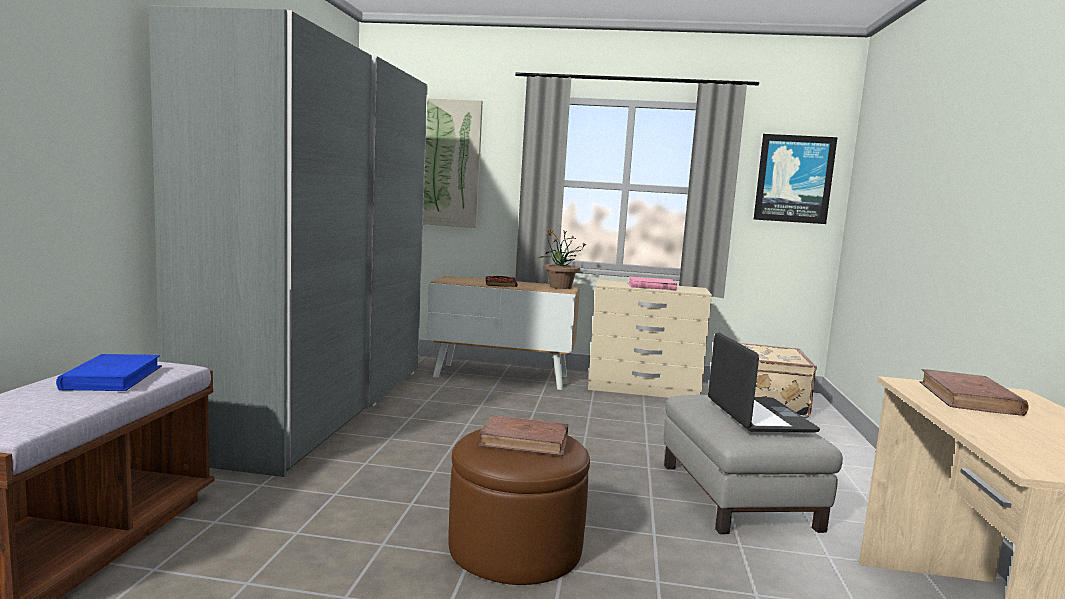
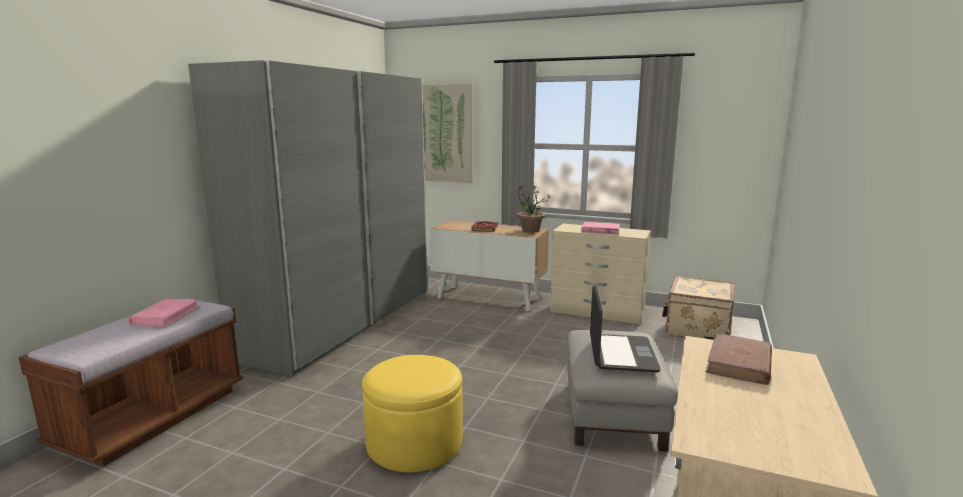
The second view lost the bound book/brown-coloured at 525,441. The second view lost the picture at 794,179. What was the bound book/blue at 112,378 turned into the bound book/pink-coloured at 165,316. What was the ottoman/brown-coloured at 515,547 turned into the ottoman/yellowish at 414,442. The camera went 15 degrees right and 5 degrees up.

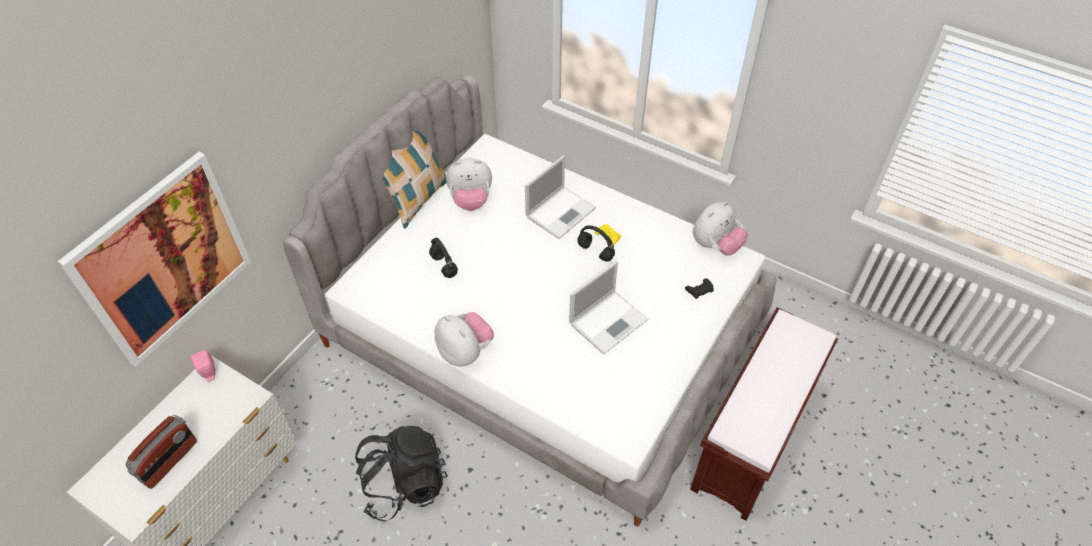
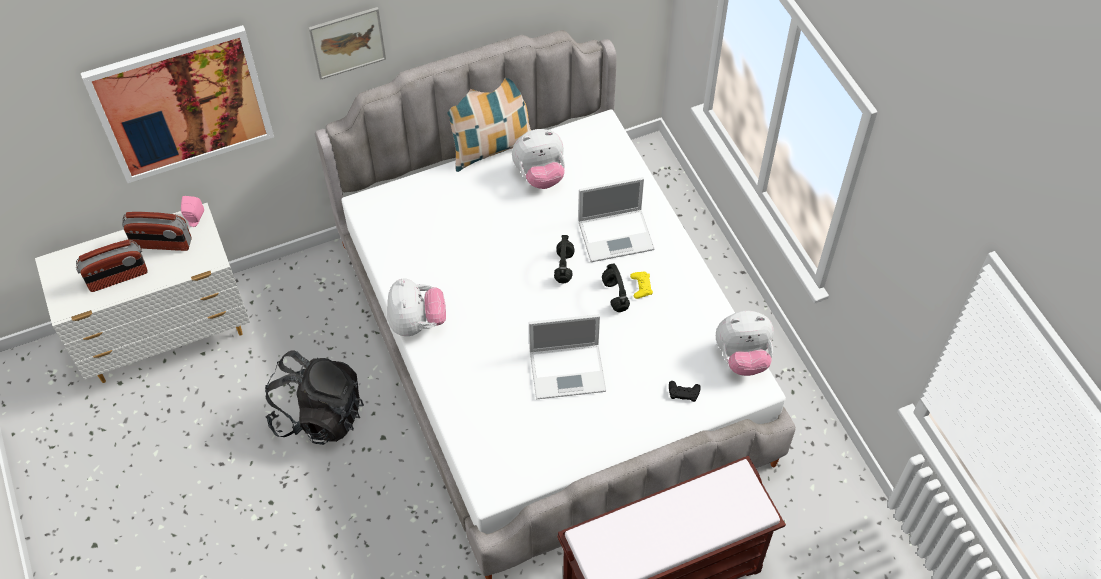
The second view gained the radio receiver at 162,244. The second view gained the picture at 347,42. The headset/blackish ended up elsewhere, having gone from 444,266 to 564,267. The soft toy at 471,200 ended up facing another way, 45 degrees counterclockwise from before. The camera went 35 degrees right and 5 degrees up.

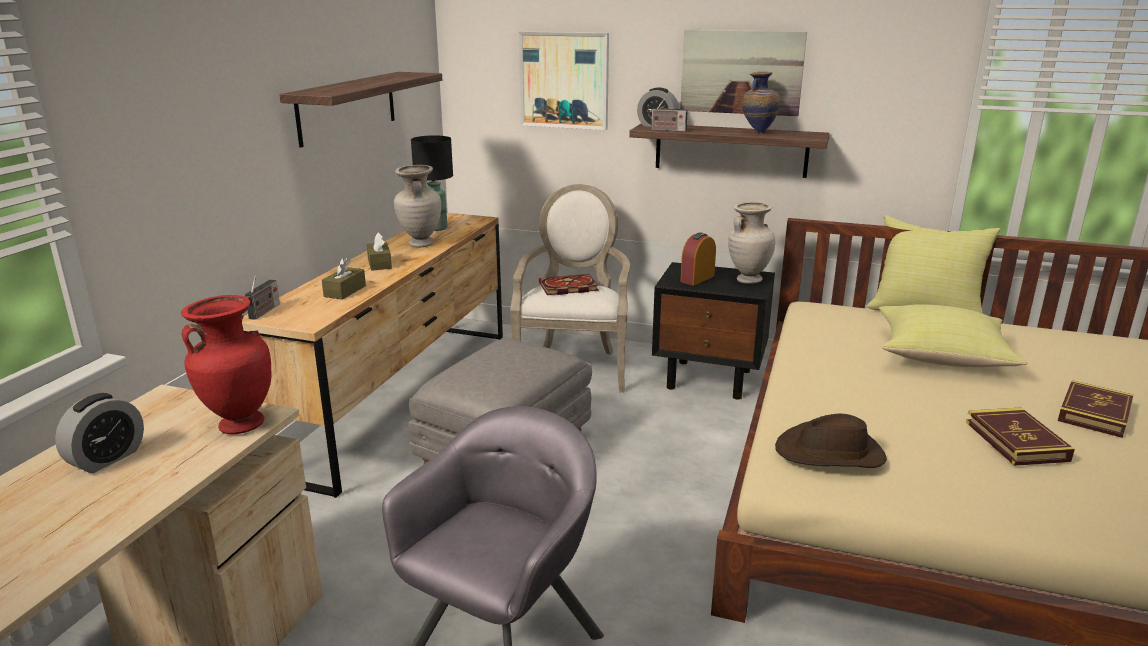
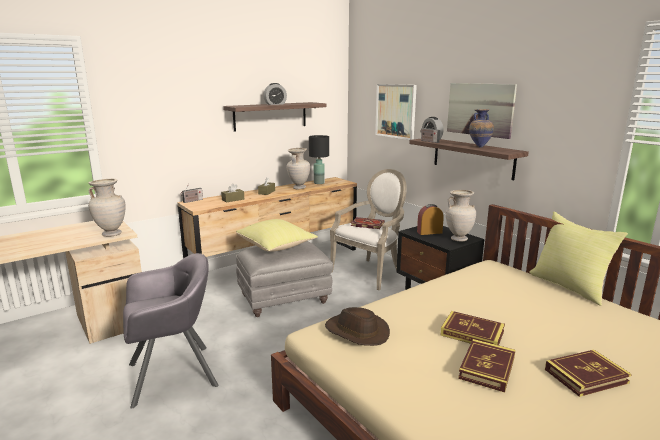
The second view gained the bound book at 472,333. The table clock ended up elsewhere, having gone from 107,458 to 275,104. The throw pillow/yellowish ended up elsewhere, having gone from 942,357 to 277,247. What was the flower vase/reddish at 240,425 turned into the flower vase/beige-coloured at 111,234. The camera went 35 degrees right and 5 degrees down.

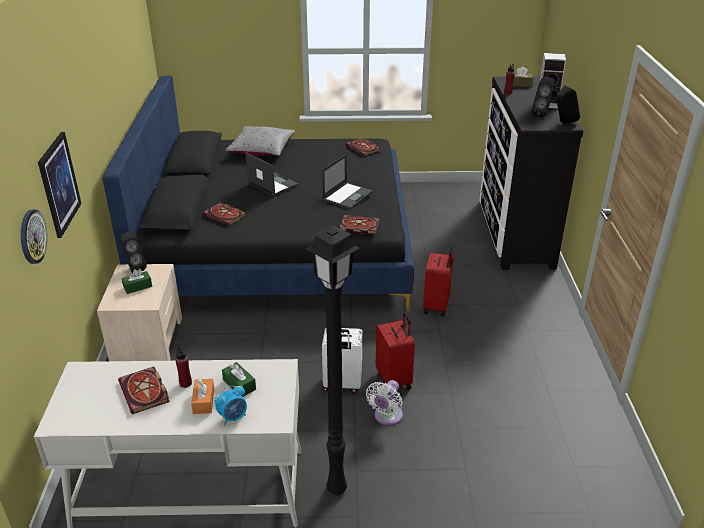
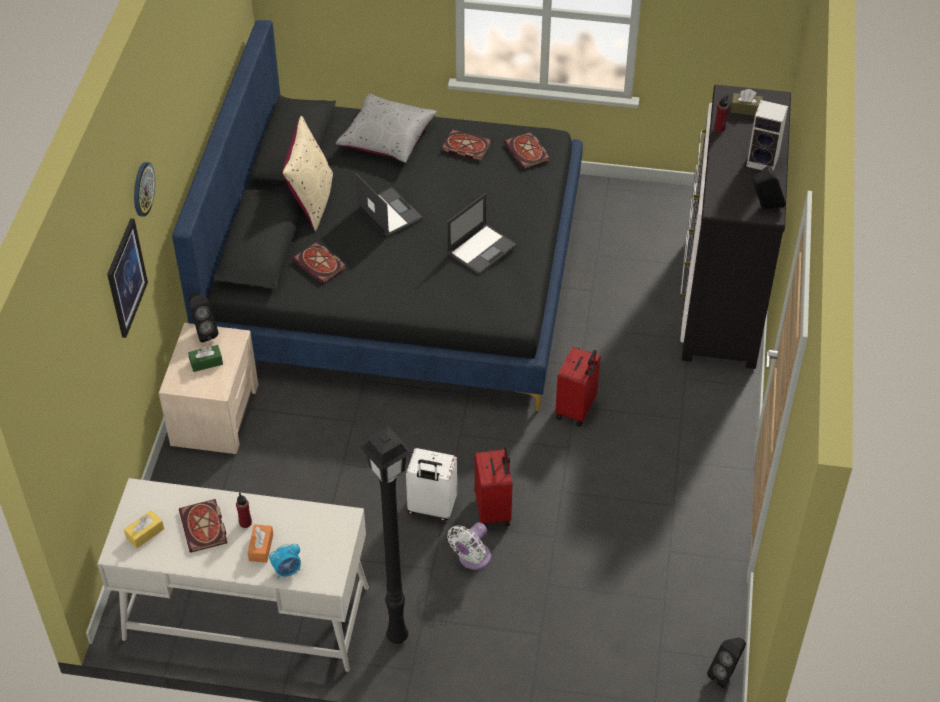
The second view lost the box of tissues/green at 239,385. The second view gained the box of tissues/yellowish at 145,533. The second view gained the throw pillow/beige-coloured at 311,200. The hanging clock ended up elsewhere, having gone from 32,236 to 142,189. The bound book ended up elsewhere, having gone from 358,226 to 465,147. The audio speaker/blackish ended up elsewhere, having gone from 542,114 to 725,674. The camera went 10 degrees right and 15 degrees up.

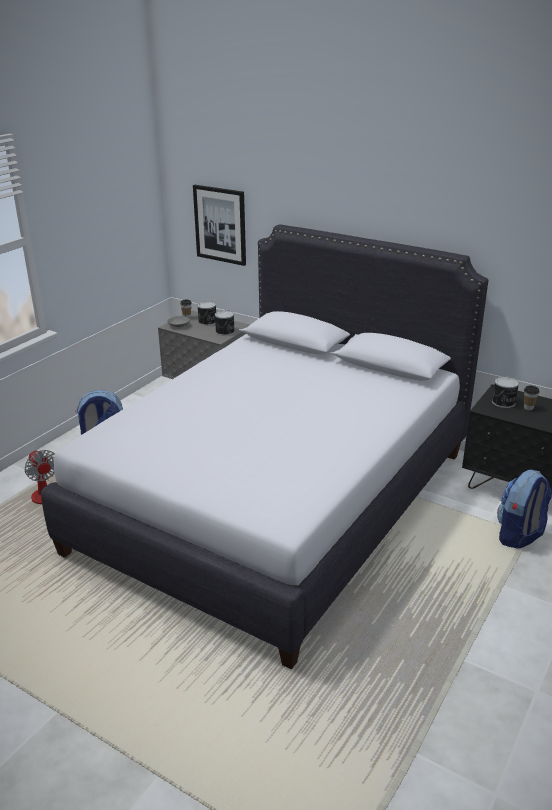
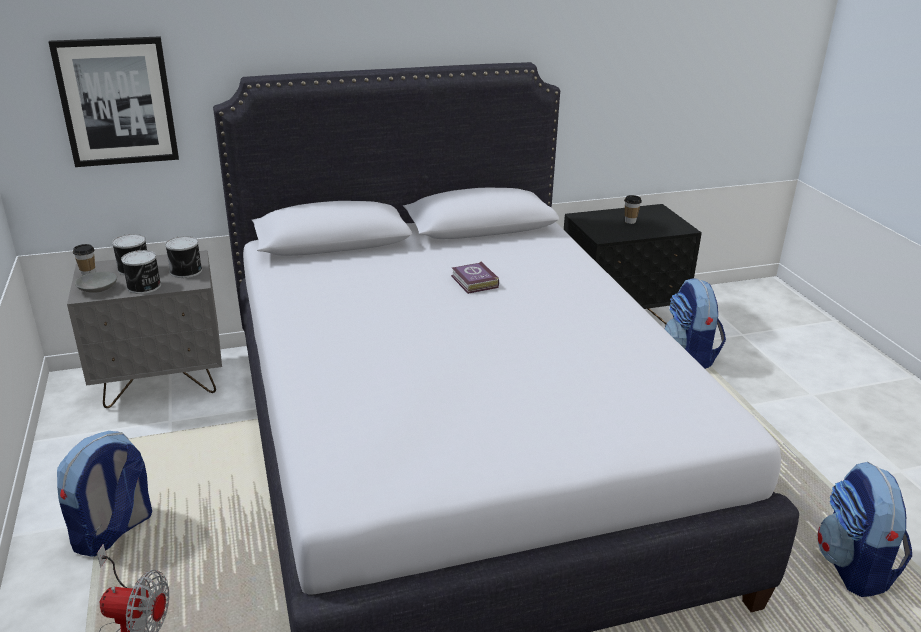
The second view gained the bound book at 474,282. The second view gained the rucksack at 853,567. The can ended up elsewhere, having gone from 503,402 to 144,286. The camera went 50 degrees left and 0 degrees up.

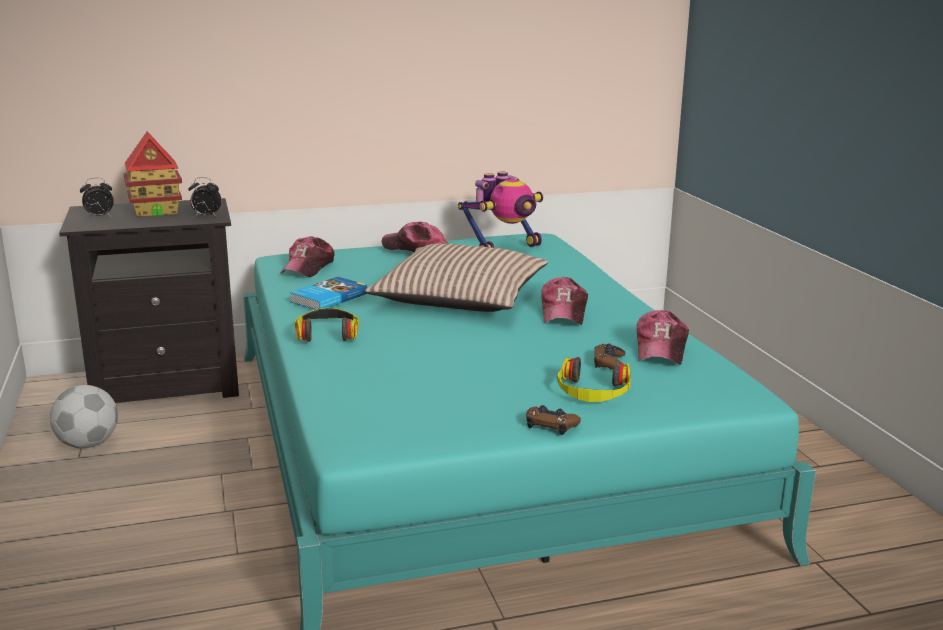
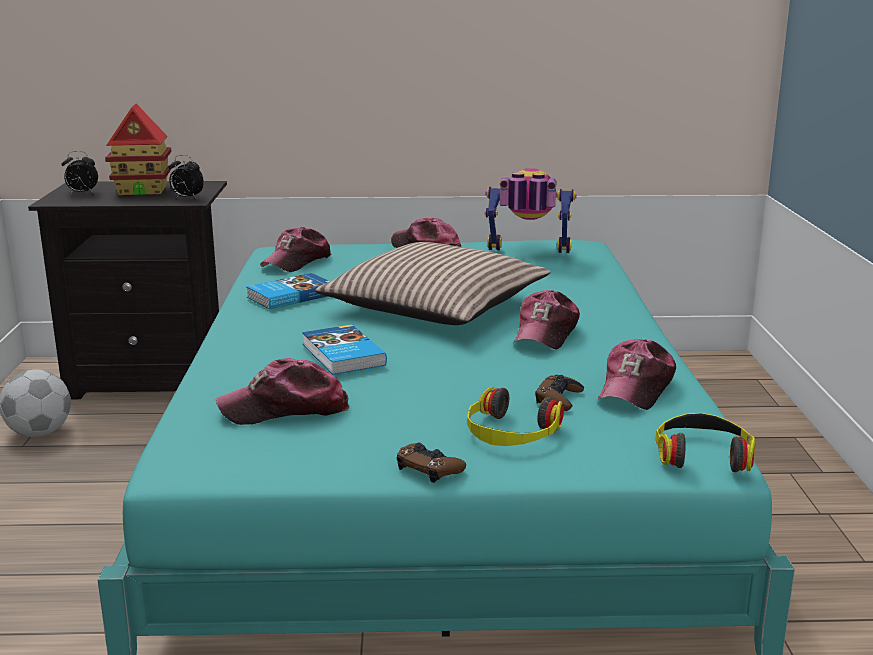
The second view gained the baseball cap at 285,409. The second view gained the bound book at 342,355. The headset ended up elsewhere, having gone from 327,333 to 703,454. The robot figure at 504,248 ended up facing another way, 150 degrees counterclockwise from before. The camera went 15 degrees right and 0 degrees up.

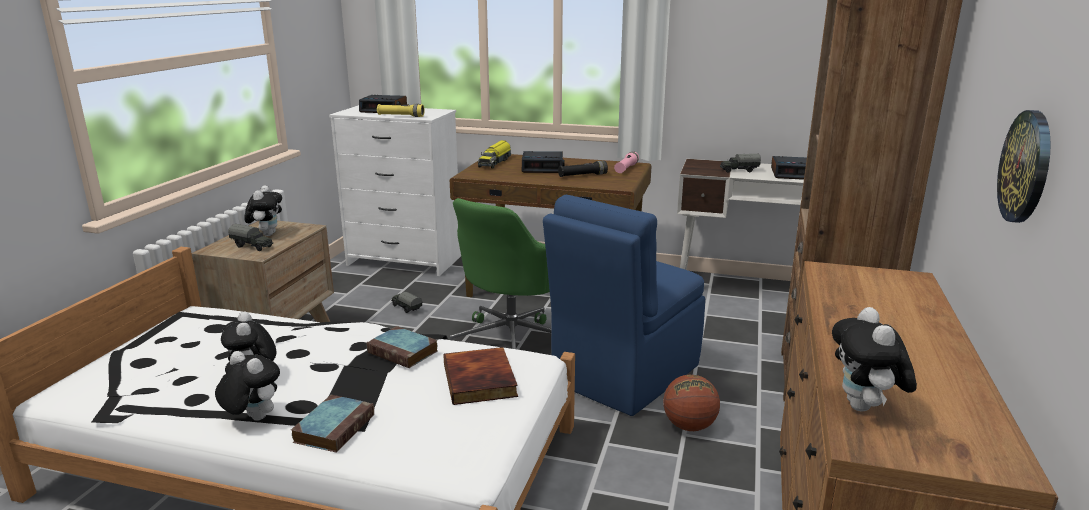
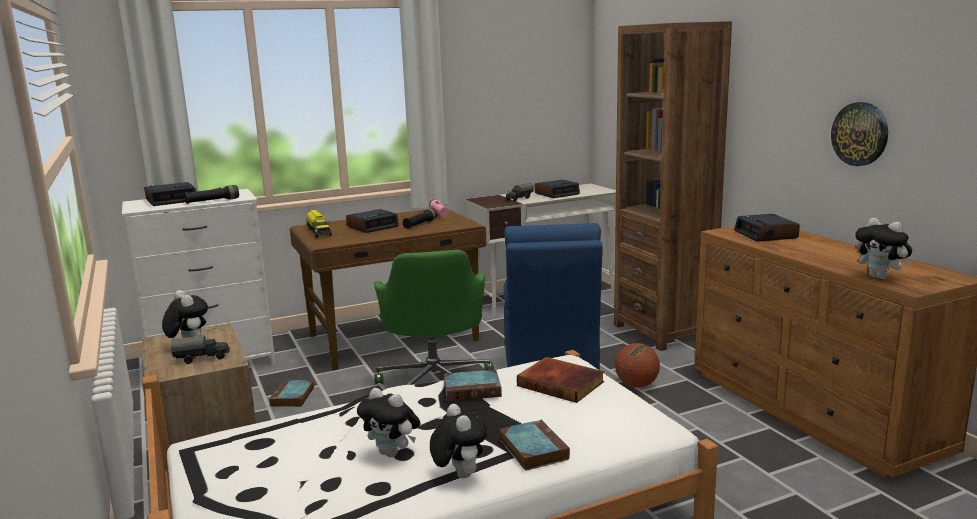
The second view gained the table clock at 766,234. Where the toy truck stood at 406,308, the bound book came to stand at 292,397. What was the flashlight/yellowish at 401,116 turned into the flashlight/blackish at 213,201. The soft toy at 252,418 ended up facing another way, 75 degrees clockwise from before. The camera went 40 degrees left and 5 degrees down.

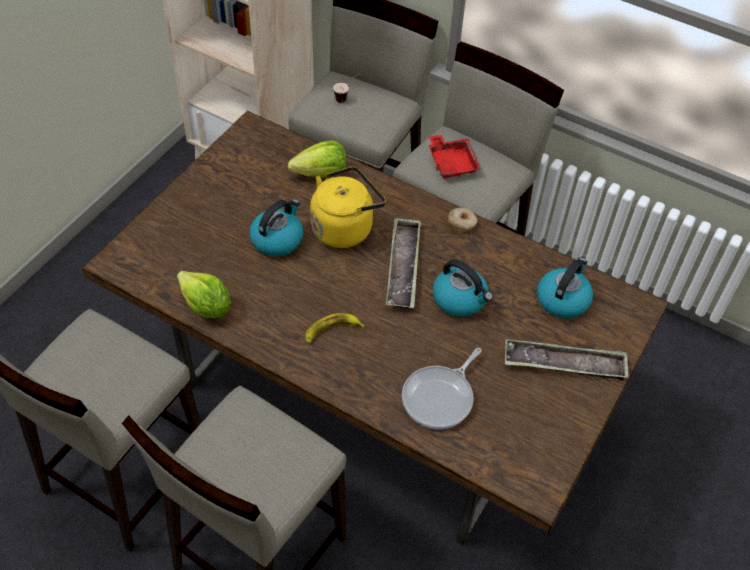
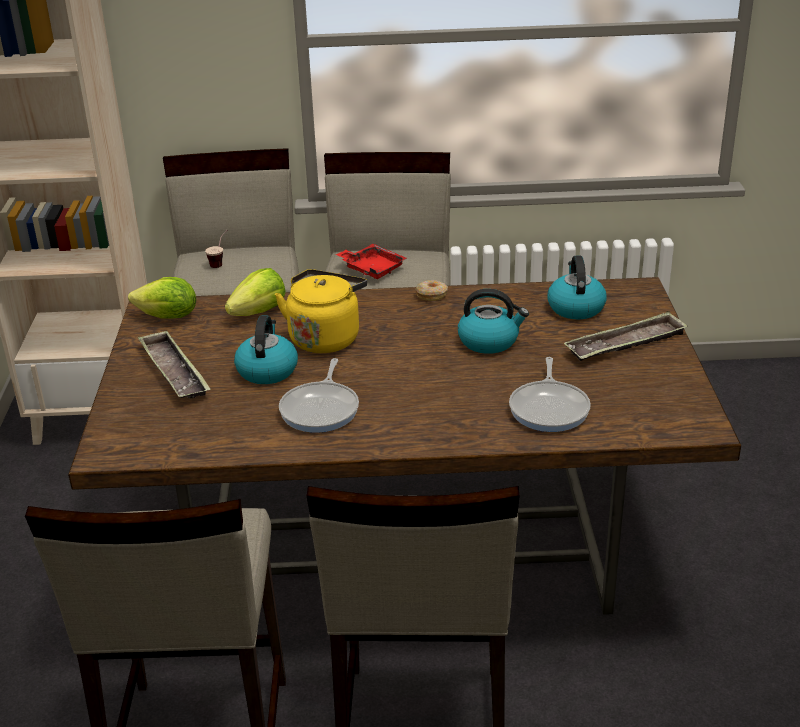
The second view lost the whole banana at 331,330. The second view gained the frying pan at 321,409. The lettuce ended up elsewhere, having gone from 206,307 to 168,317. The tray ended up elsewhere, having gone from 403,267 to 174,371. The camera went 30 degrees left and 20 degrees down.

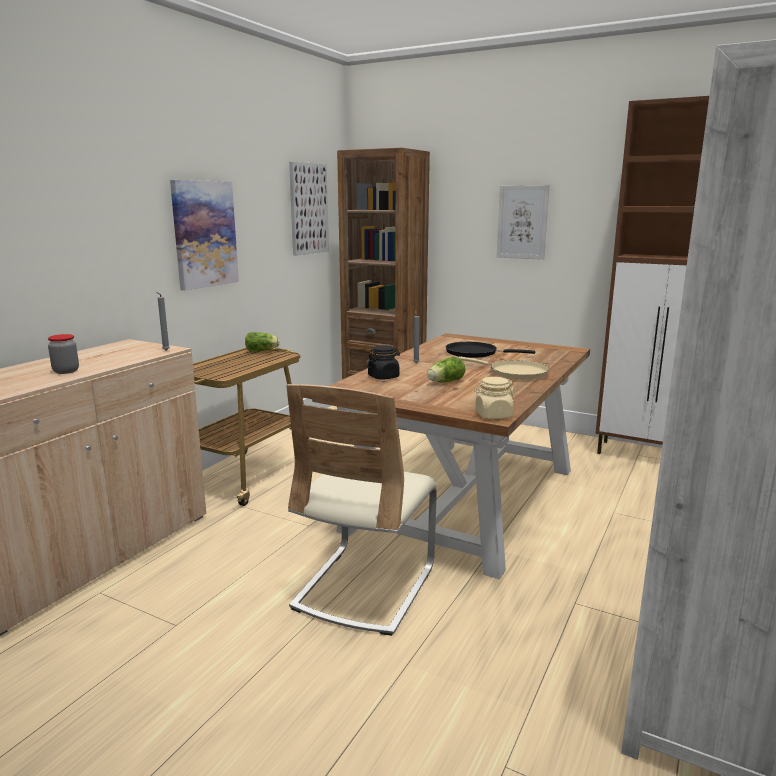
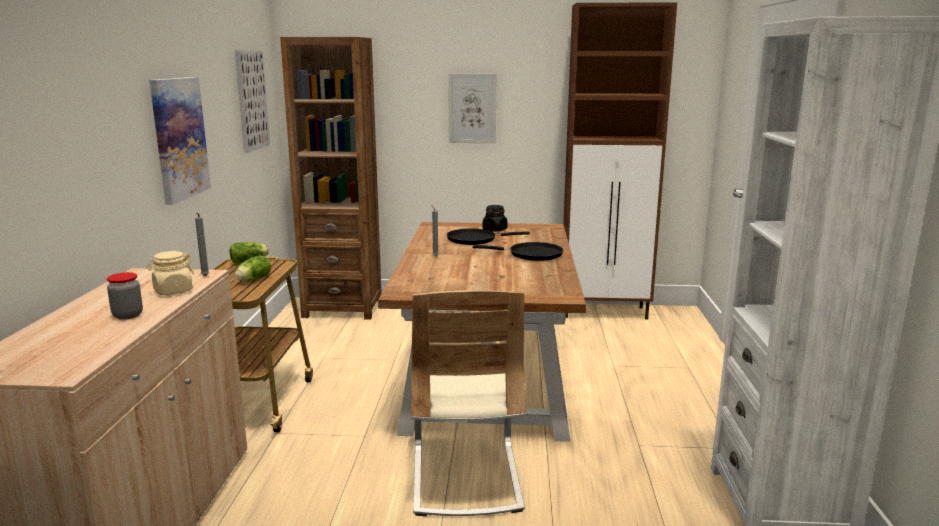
The preserve jar/blackish ended up elsewhere, having gone from 383,377 to 495,230. The lettuce ended up elsewhere, having gone from 444,382 to 252,280. The preserve jar/beige-coloured ended up elsewhere, having gone from 493,415 to 173,291. What was the frying pan/beige-coloured at 514,373 turned into the frying pan/blackish at 531,254. The camera went 25 degrees left and 0 degrees up.

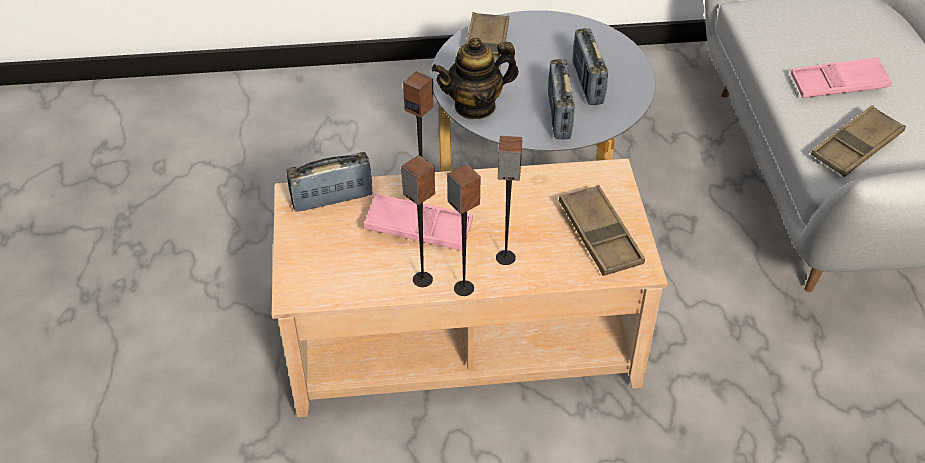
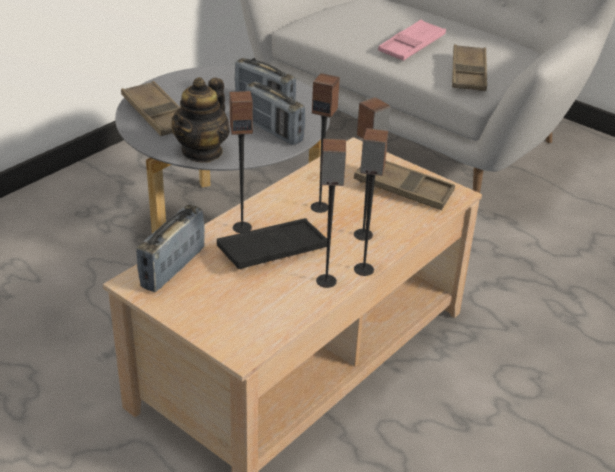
The second view gained the audio speaker at 320,207. What was the tray/pink-coloured at 418,228 turned into the tray/blackish at 273,250. The camera went 45 degrees left and 10 degrees down.

